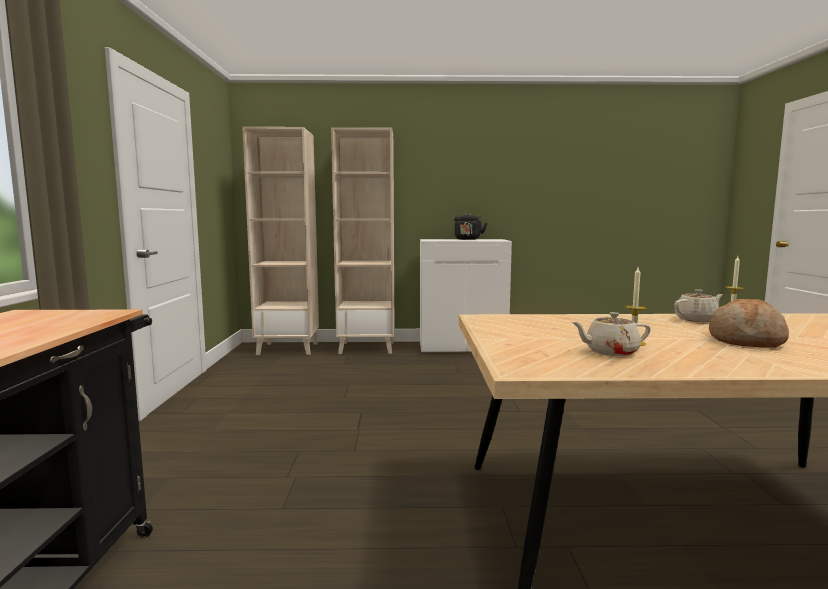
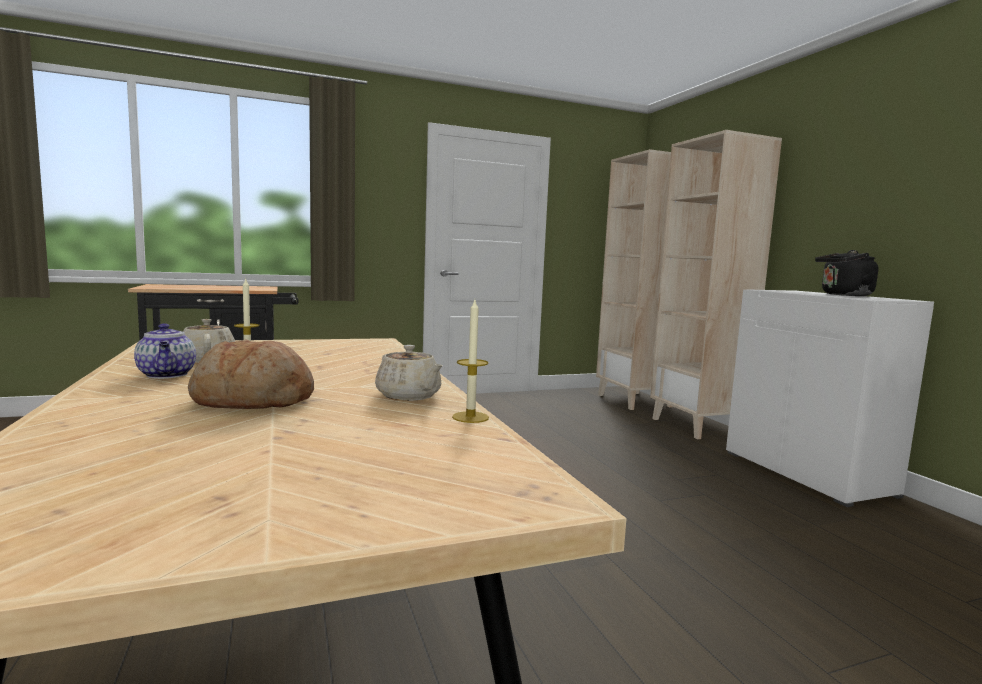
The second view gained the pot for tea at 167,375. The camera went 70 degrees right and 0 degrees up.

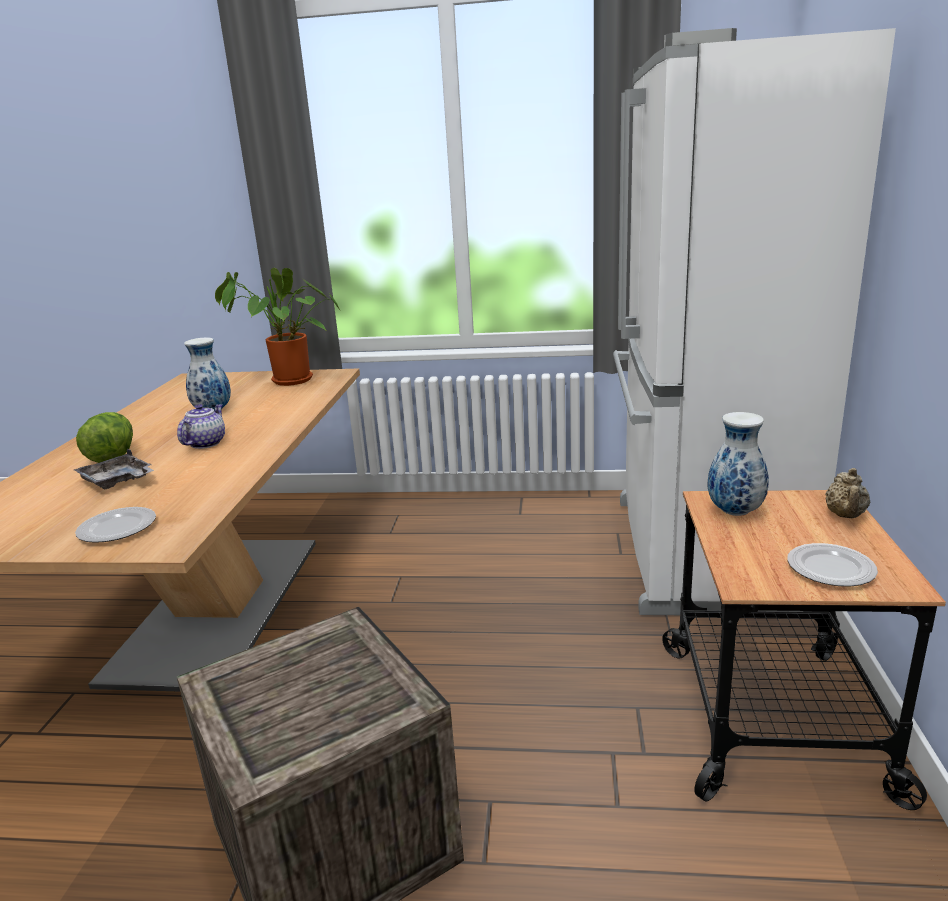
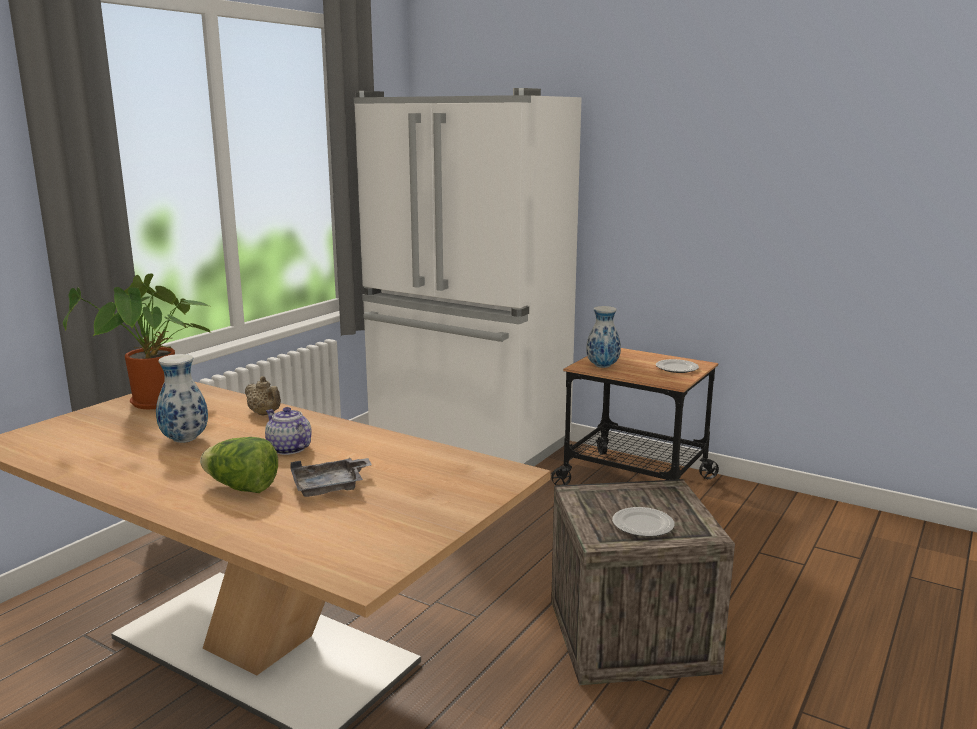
The dinner plate ended up elsewhere, having gone from 117,529 to 643,525. The pot for tea/beige-coloured ended up elsewhere, having gone from 845,516 to 265,414. The camera went 65 degrees left and 5 degrees down.

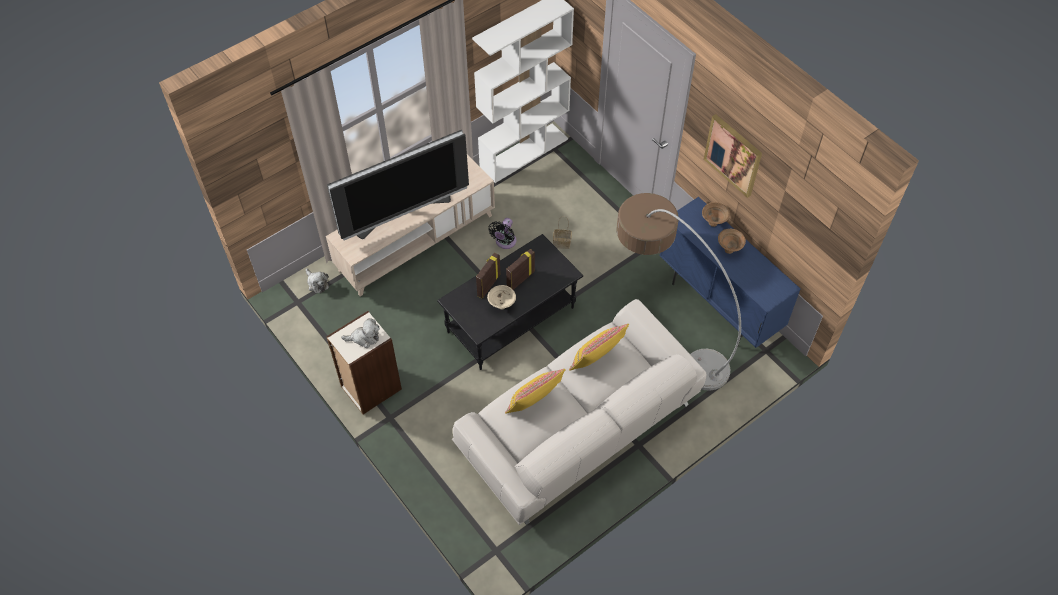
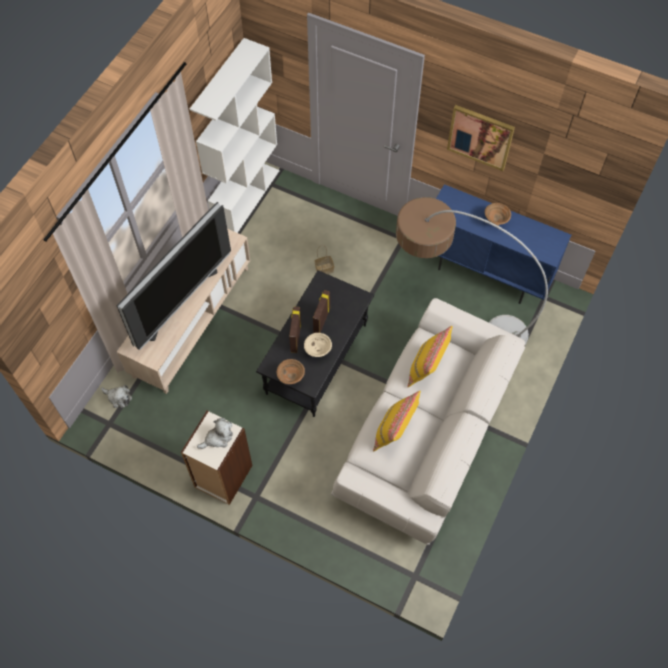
The second view lost the electric fan/blackish at 504,242. The deep dish/brown-coloured ended up elsewhere, having gone from 713,223 to 291,378. The camera went 25 degrees left and 5 degrees up.

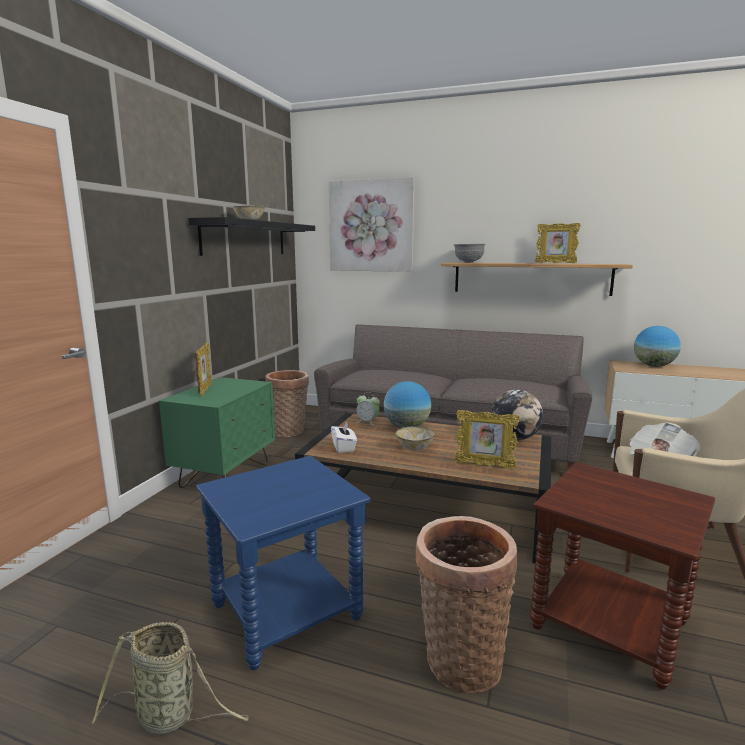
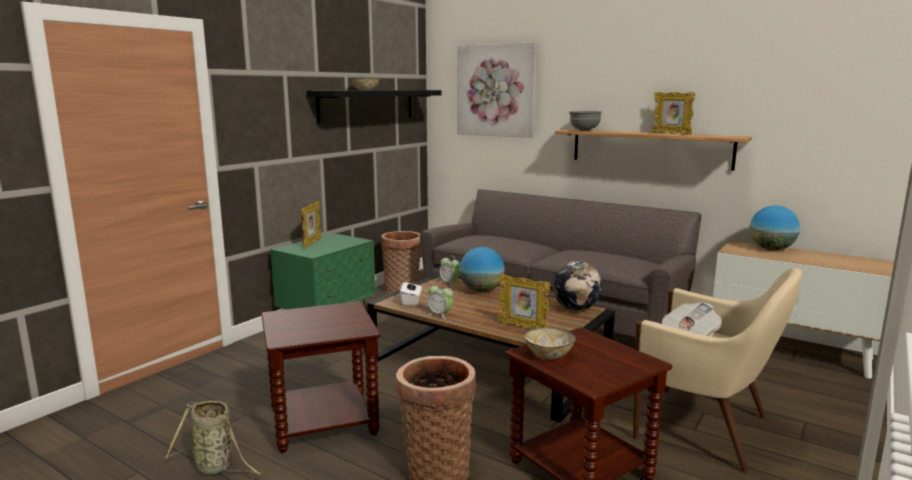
The second view gained the table clock at 440,315. The deep dish ended up elsewhere, having gone from 414,448 to 548,355. What was the side table/blue at 286,613 turned into the side table/brown-coloured at 323,423. The camera went 15 degrees right and 0 degrees up.

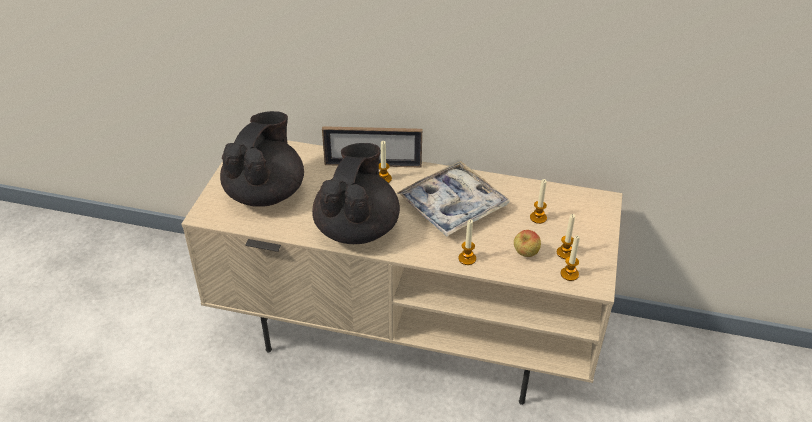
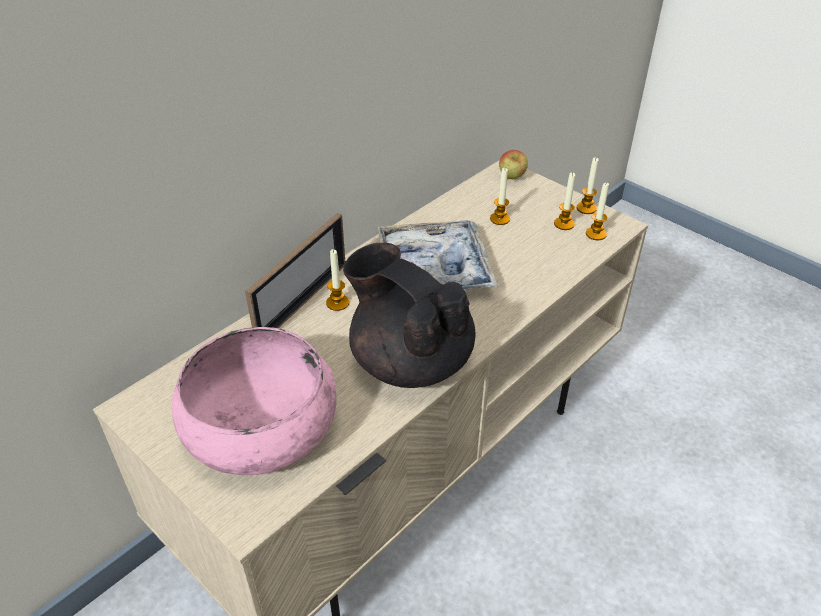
The wax light ended up elsewhere, having gone from 467,258 to 586,208. The apple fruit ended up elsewhere, having gone from 525,254 to 512,178. Where the pot for tea/blackish stood at 266,192, the deep dish/pink-coloured came to stand at 261,427. The camera went 60 degrees left and 0 degrees up.

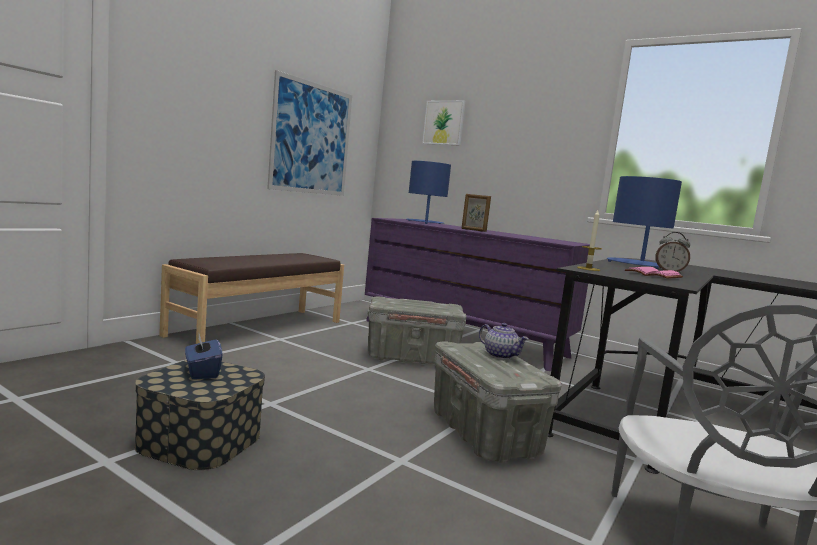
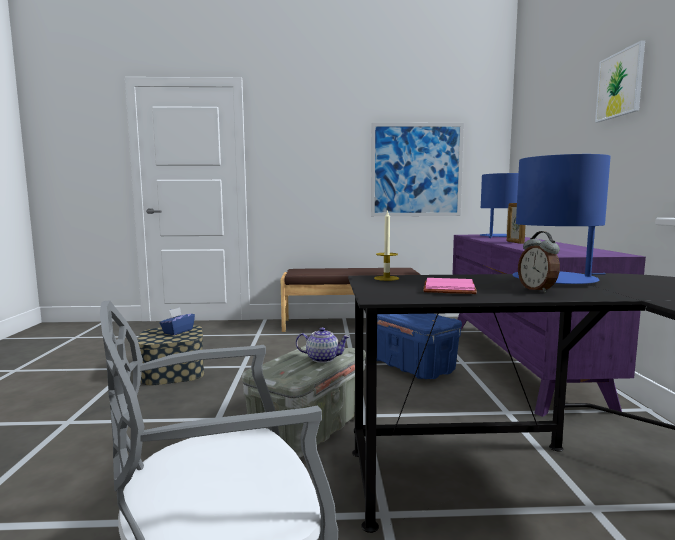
The picture ended up elsewhere, having gone from 444,123 to 620,84. What was the storage container/greyish at 412,358 turned into the storage container/blue at 412,366. The pot for tea at 500,355 ended up facing another way, 90 degrees counterclockwise from before. The camera went 55 degrees right and 0 degrees up.

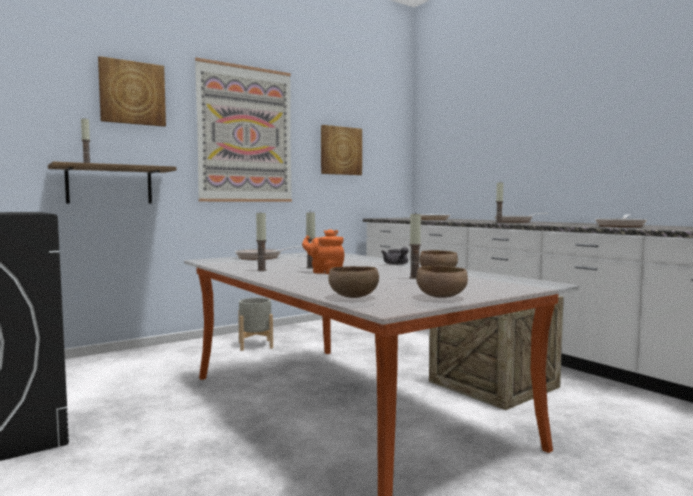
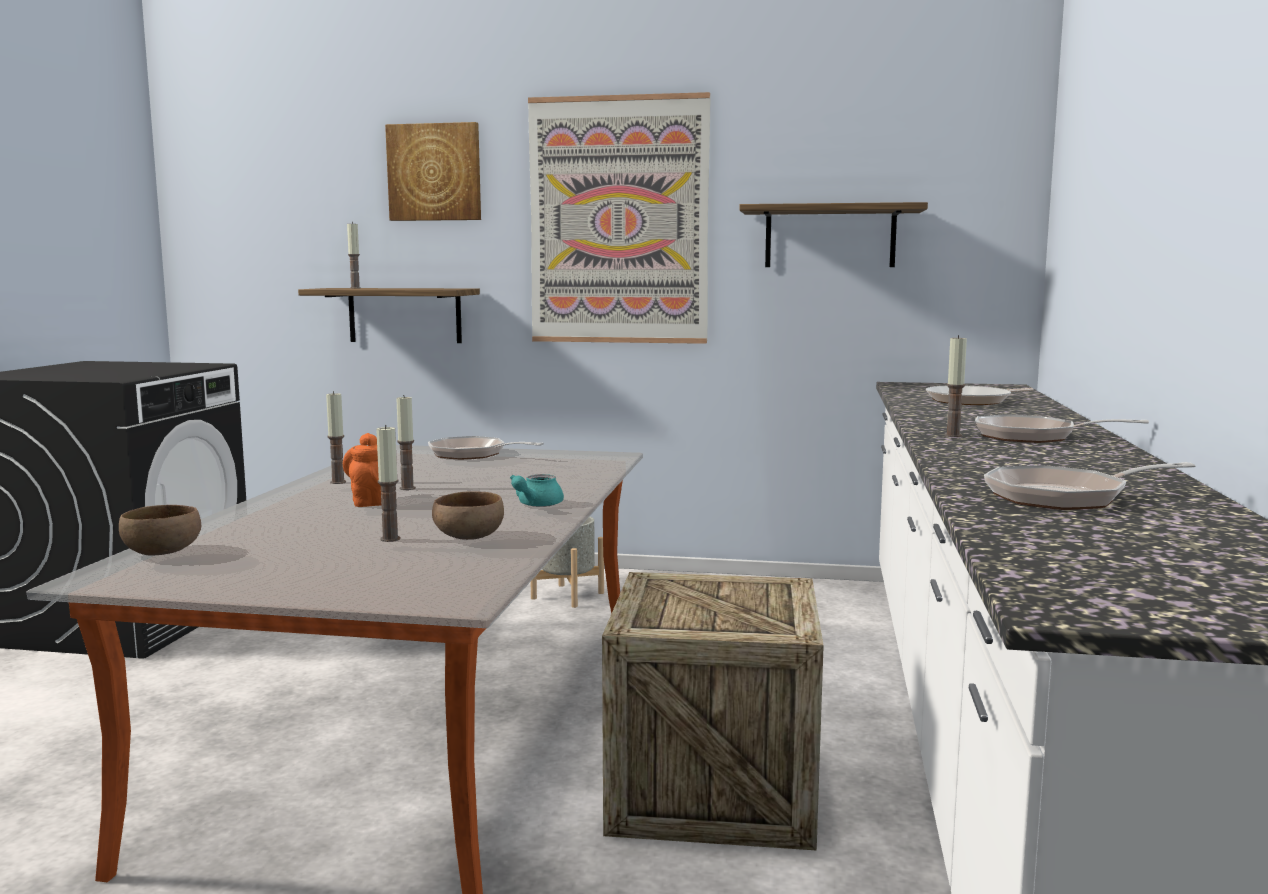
The second view lost the deep dish/brown-coloured at 442,297. Where the picture hung at 340,151, the wall shelf came to hang at 830,237. What was the pot for tea/greyish at 396,264 turned into the pot for tea/blue-green at 535,505. The camera went 45 degrees right and 5 degrees up.

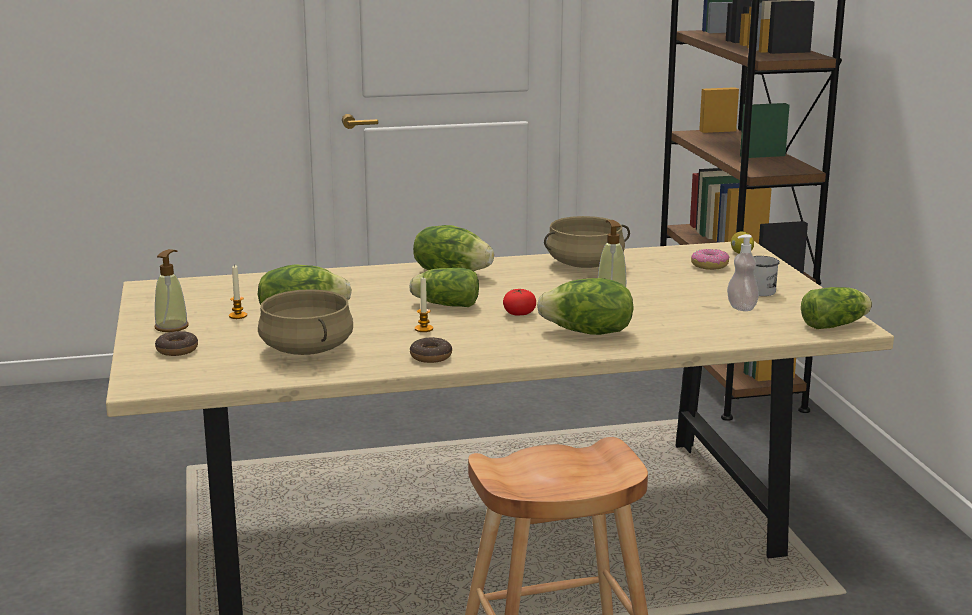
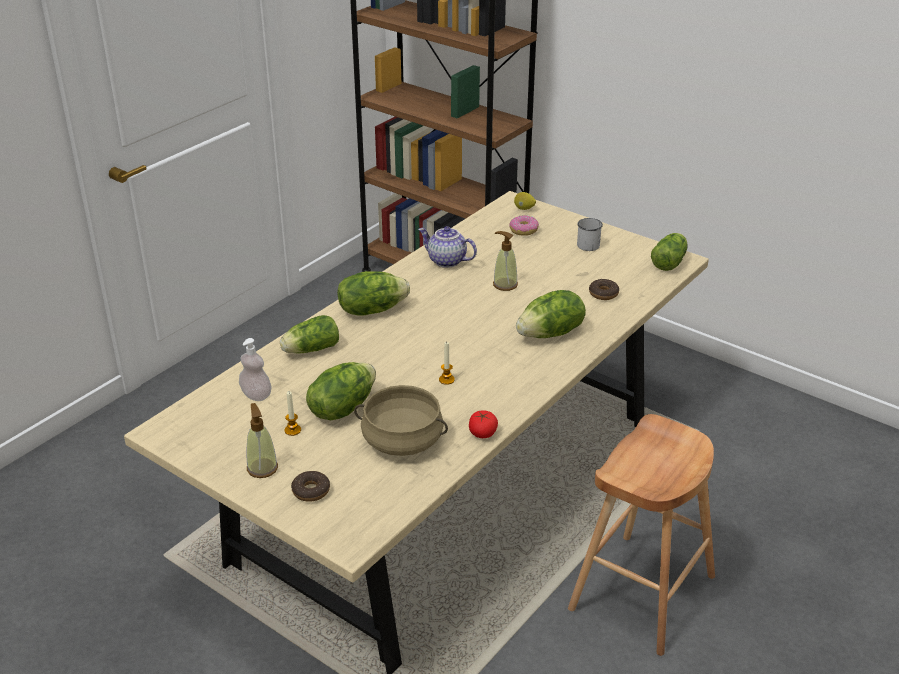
The lettuce ended up elsewhere, having gone from 444,304 to 309,350. The ring doughnut ended up elsewhere, having gone from 431,357 to 603,293. The tomato ended up elsewhere, having gone from 519,313 to 482,433. The soap dispenser ended up elsewhere, having gone from 741,307 to 256,395. Where the cooking pot/beige-coloured stood at 585,264, the pot for tea came to stand at 446,261. The camera went 40 degrees left and 15 degrees up.

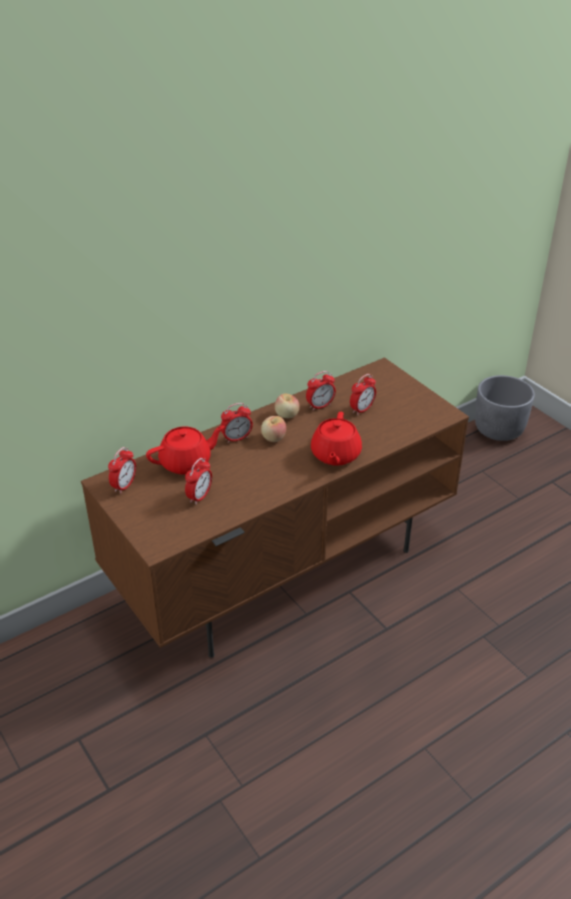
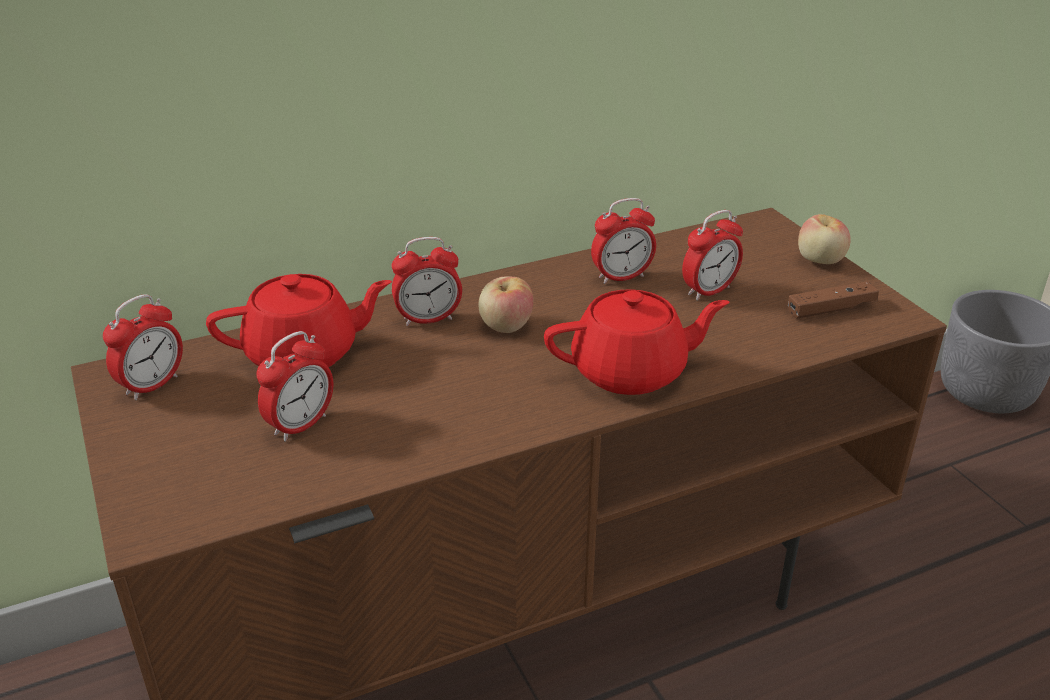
The second view gained the joypad/brown-coloured at 831,309. The apple fruit ended up elsewhere, having gone from 287,415 to 820,260. The pot for tea/reddish at 335,455 ended up facing another way, 120 degrees counterclockwise from before. The camera went 10 degrees right and 5 degrees down.

